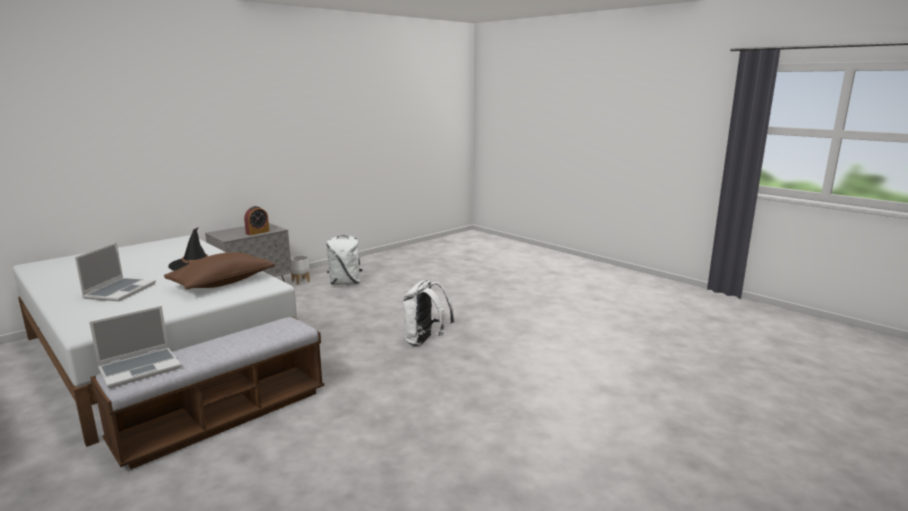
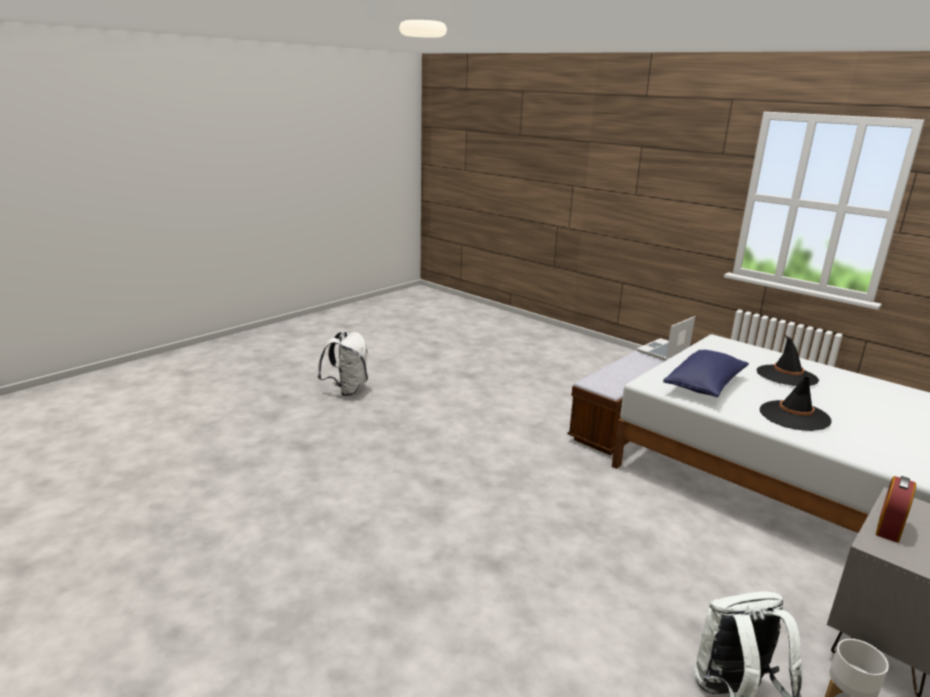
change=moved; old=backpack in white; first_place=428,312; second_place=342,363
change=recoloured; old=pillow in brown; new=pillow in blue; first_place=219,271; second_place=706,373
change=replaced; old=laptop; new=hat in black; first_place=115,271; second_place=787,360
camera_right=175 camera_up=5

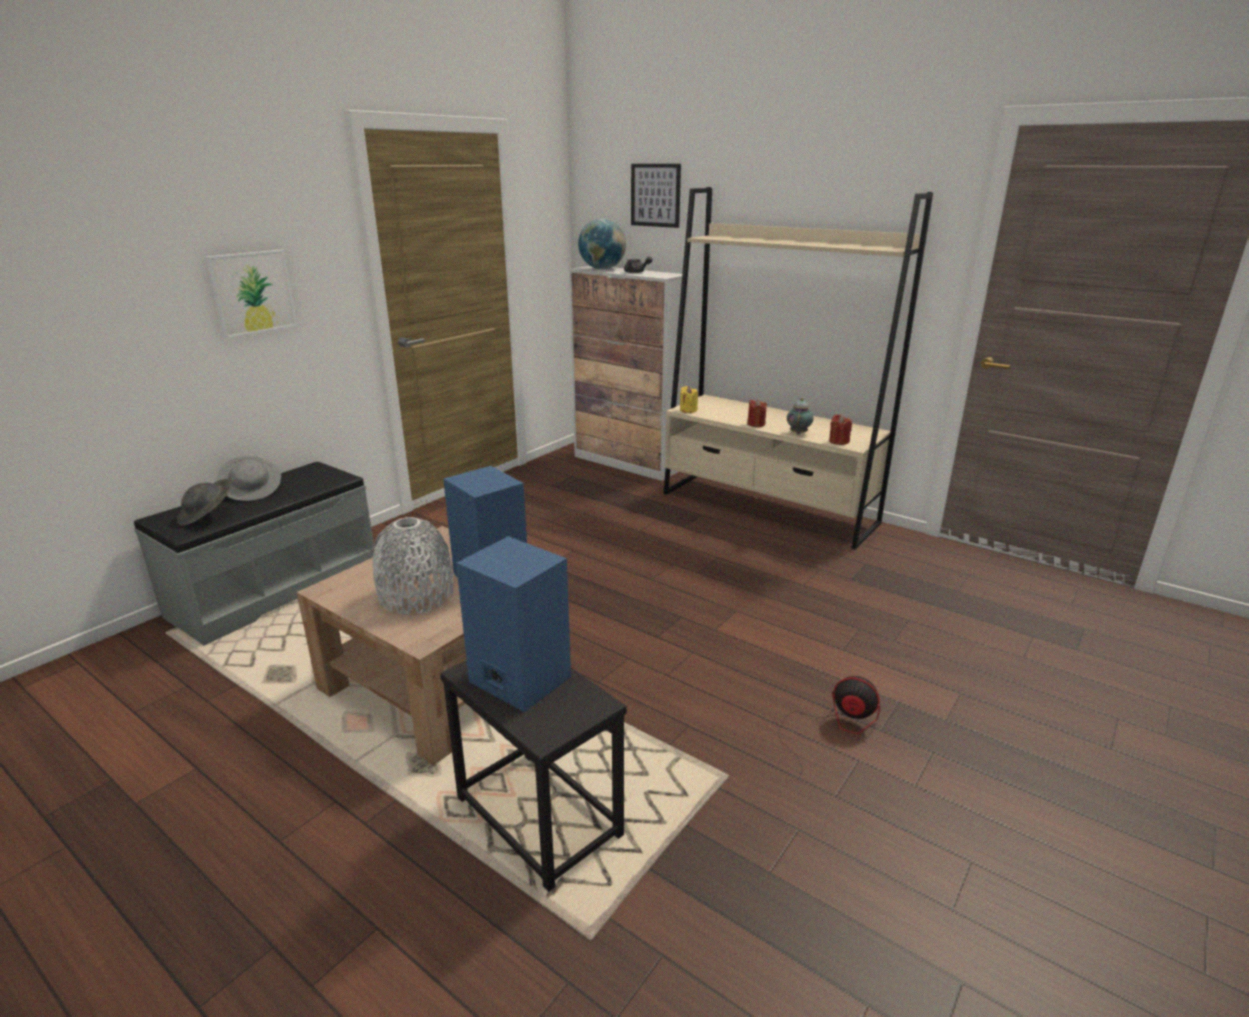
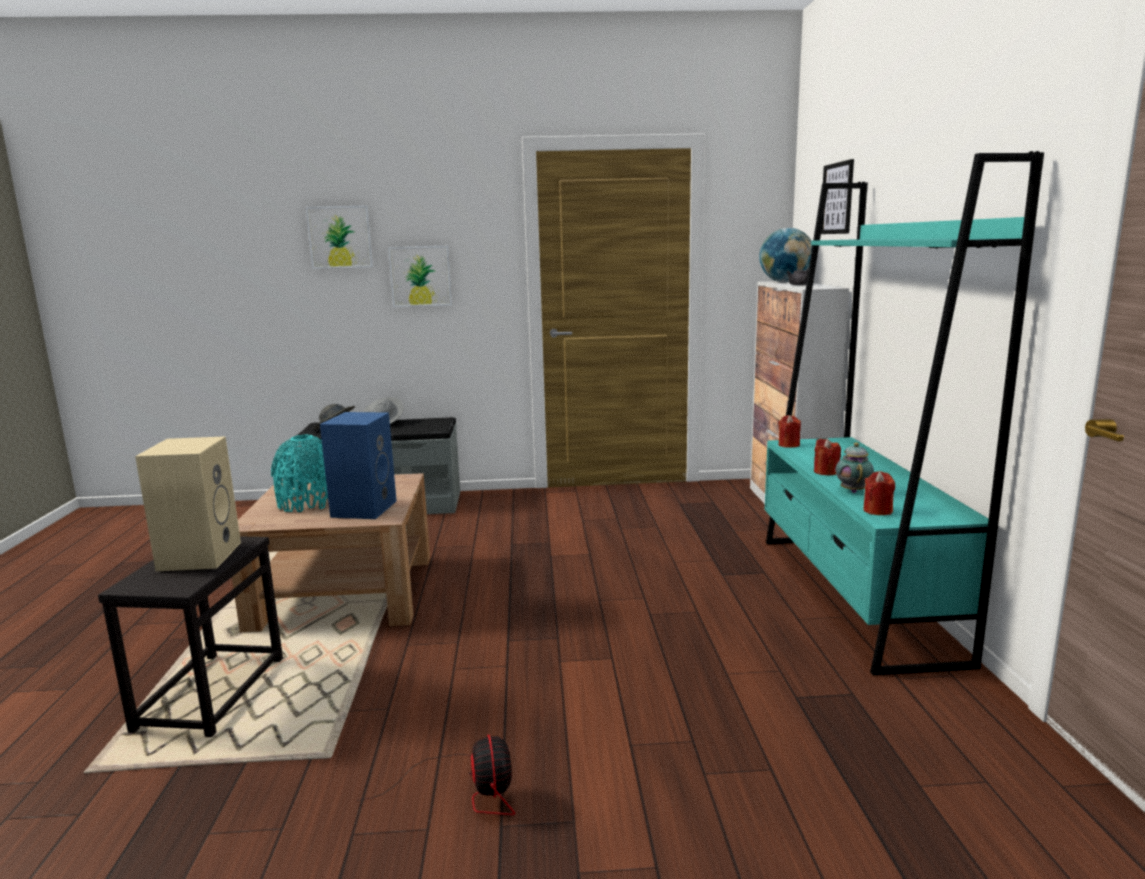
change=recoloured; old=speaker in blue; new=speaker in beige; first_place=513,624; second_place=188,503
change=recoloured; old=vase in grey; new=vase in turquoise; first_place=412,565; second_place=299,473
change=added; new=picture; second_place=339,237
change=recoloured; old=bookcase in beige; new=bookcase in turquoise; first_place=798,368; second_place=904,413
change=recoloured; old=candle in yellow; new=candle in red; first_place=689,399; second_place=789,431
change=turned; old=teapot; first_place=800,416; second_place=854,467; degrees=-60
camera_right=50 camera_up=-10

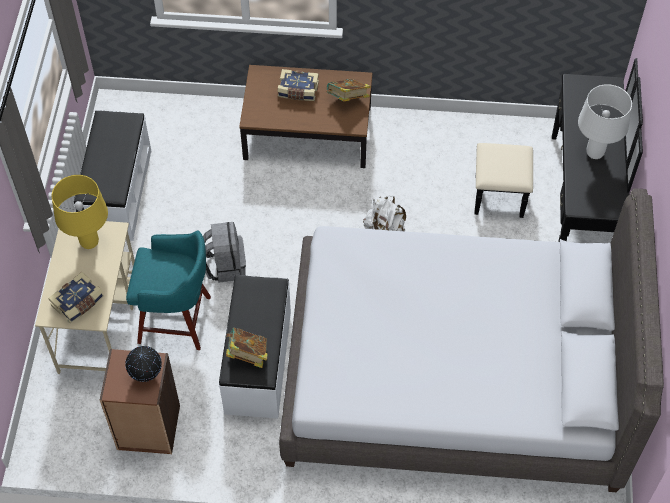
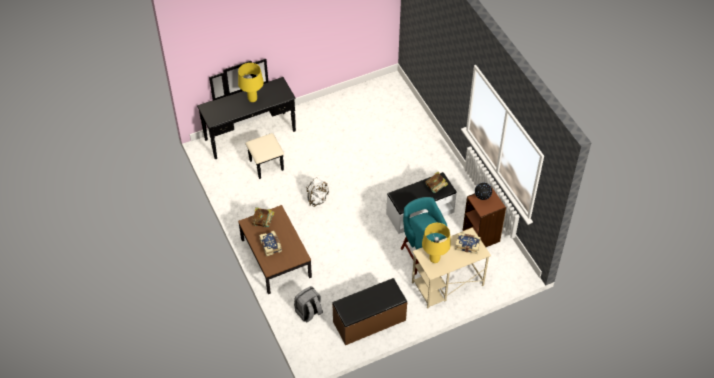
change=recoloured; old=table lamp in white; new=table lamp in yellow; first_place=605,121; second_place=251,82
change=moved; old=backpack in grey; first_place=224,252; second_place=308,304
change=recoloured; old=bench in white; new=bench in brown; first_place=112,175; second_place=370,311
change=removed; old=bed in grey; first_place=471,340
camera_right=-120 camera_up=-5

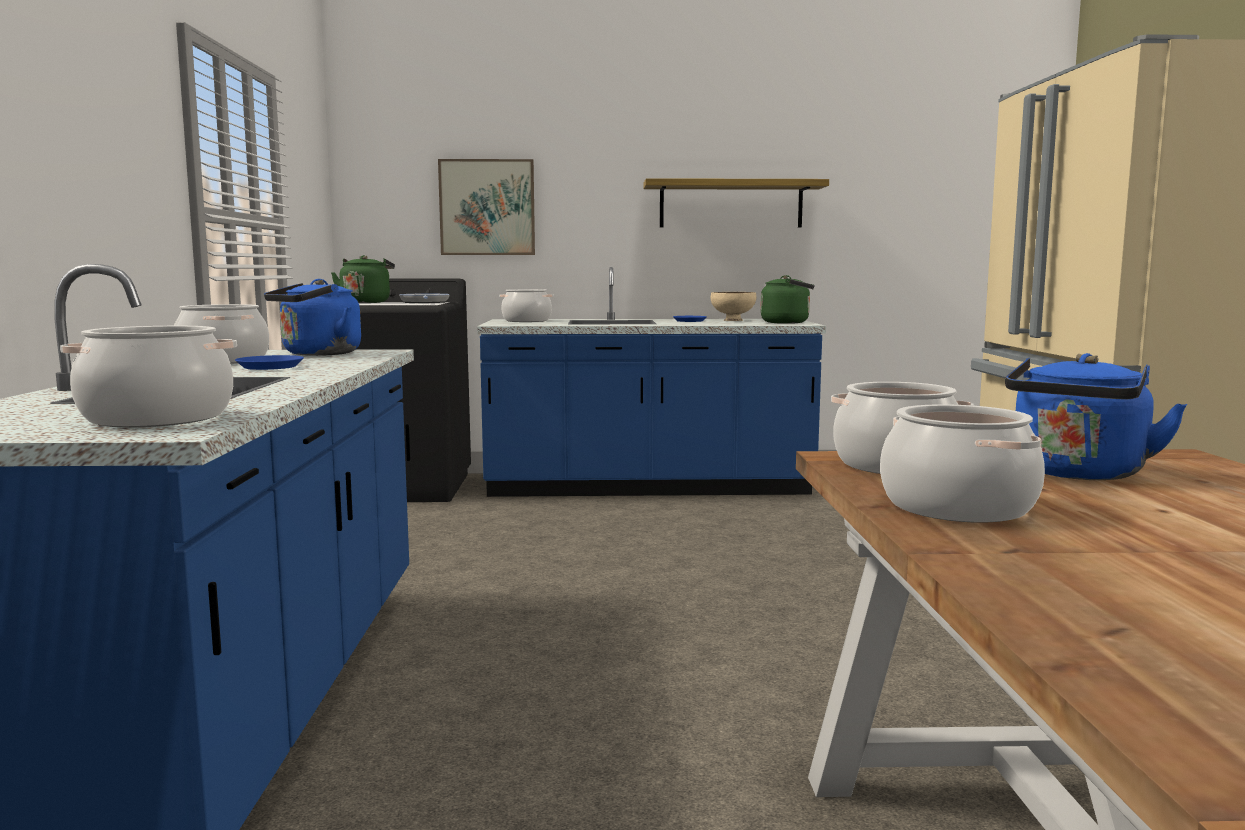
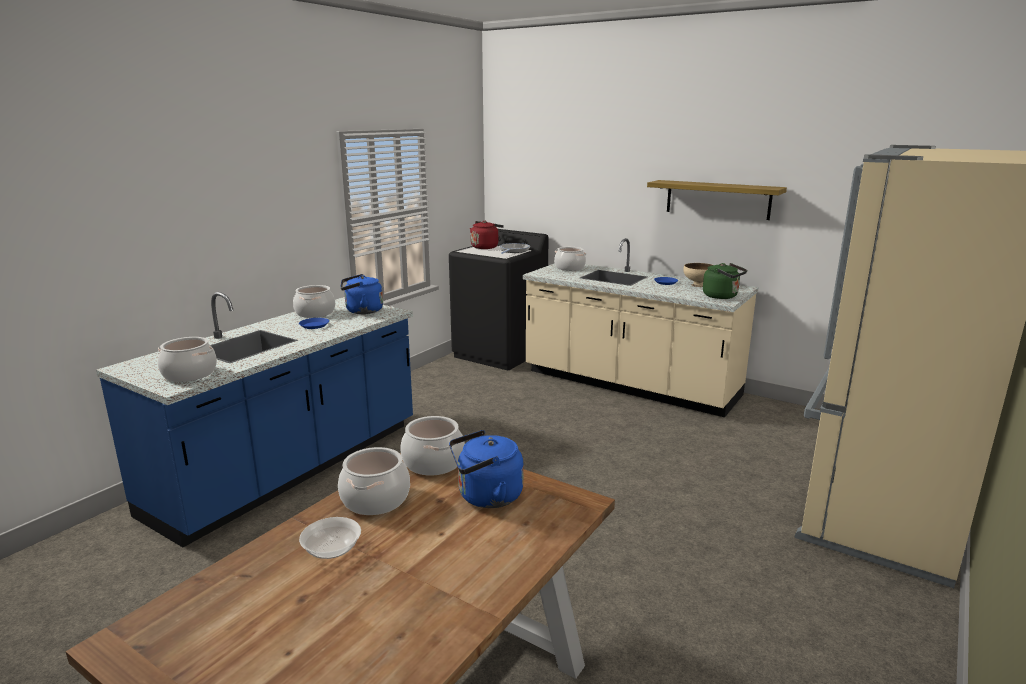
change=added; new=bowl; second_place=330,538
change=recoloured; old=kettle in green; new=kettle in red; first_place=363,279; second_place=487,235
change=recoloured; old=counter in blue; new=counter in beige; first_place=651,382; second_place=641,327
change=removed; old=picture; first_place=486,207
camera_right=35 camera_up=10

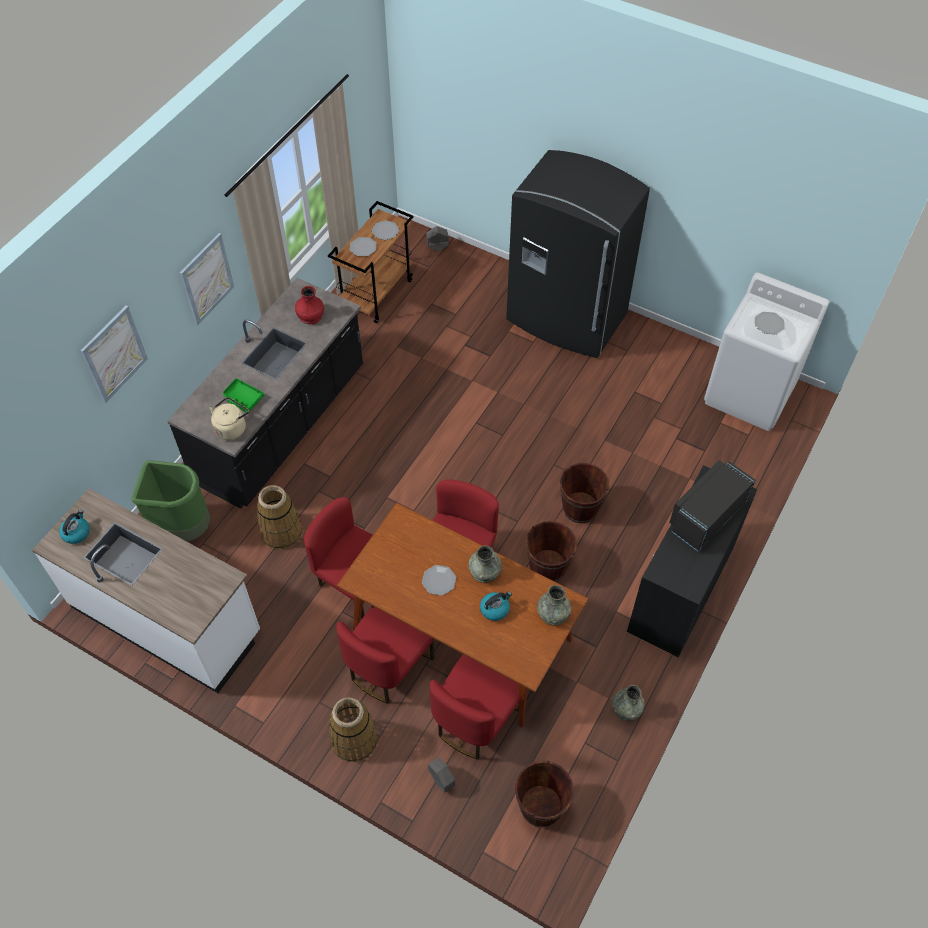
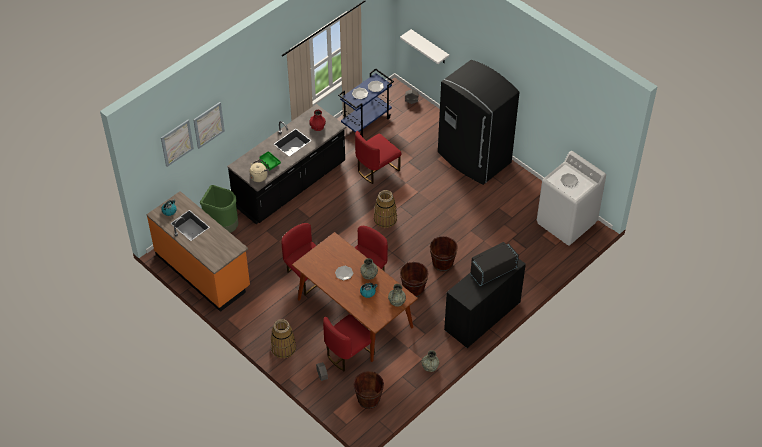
change=recoloured; old=counter in white; new=counter in orange; first_place=146,590; second_place=198,251
change=moved; old=picture; first_place=207,279; second_place=177,143
change=recoloured; old=cart in brown; new=cart in blue; first_place=370,262; second_place=366,103
change=moved; old=chair in red; first_place=385,655; second_place=378,157
change=moved; old=basket; first_place=279,517; second_place=385,209
change=added; new=shelf in white; second_place=424,46
camera_right=15 camera_up=-5

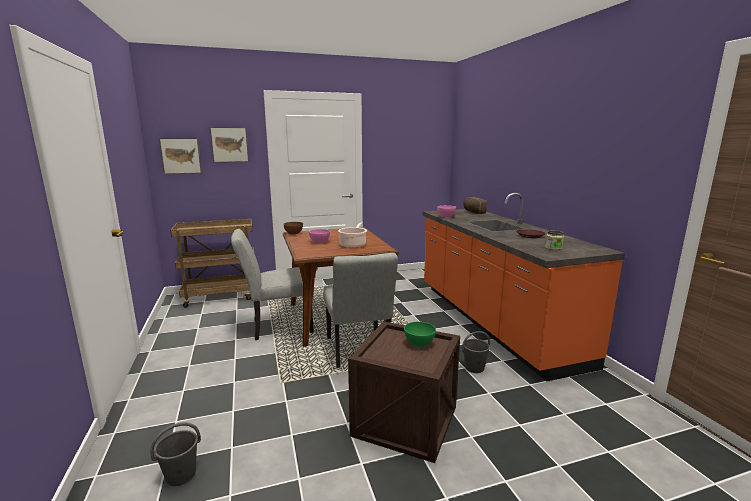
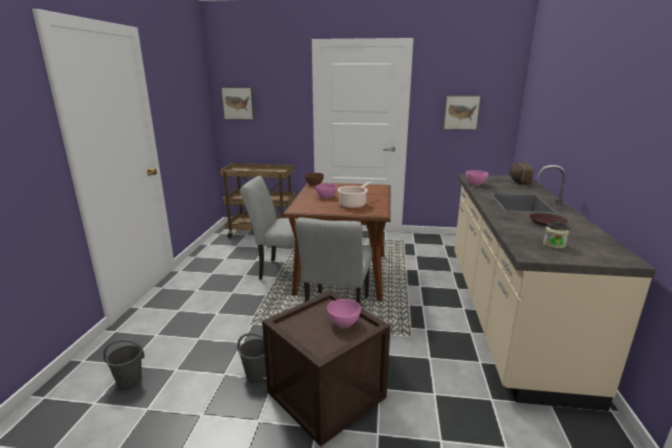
change=moved; old=bucket in grey; first_place=476,352; second_place=251,356
change=recoloured; old=bowl in green; new=bowl in pink; first_place=420,334; second_place=344,313
change=moved; old=picture; first_place=229,144; second_place=462,112
change=recoloured; old=counter in orange; new=counter in beige; first_place=524,287; second_place=555,288
camera_right=25 camera_up=5

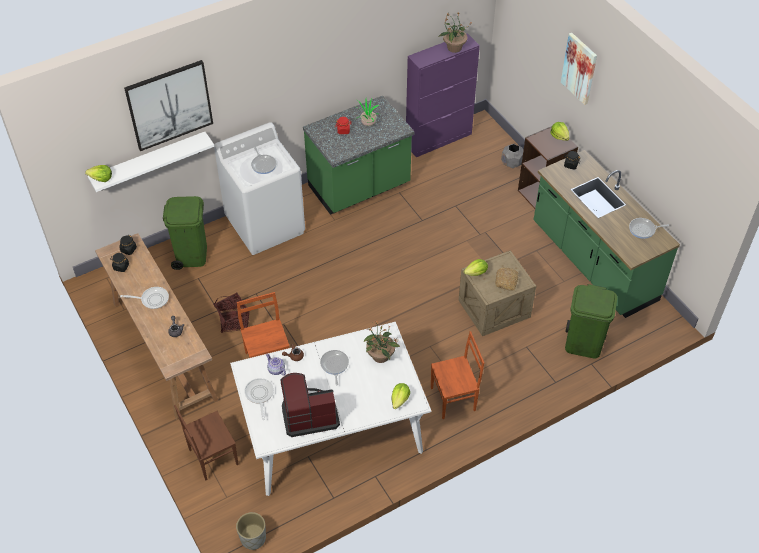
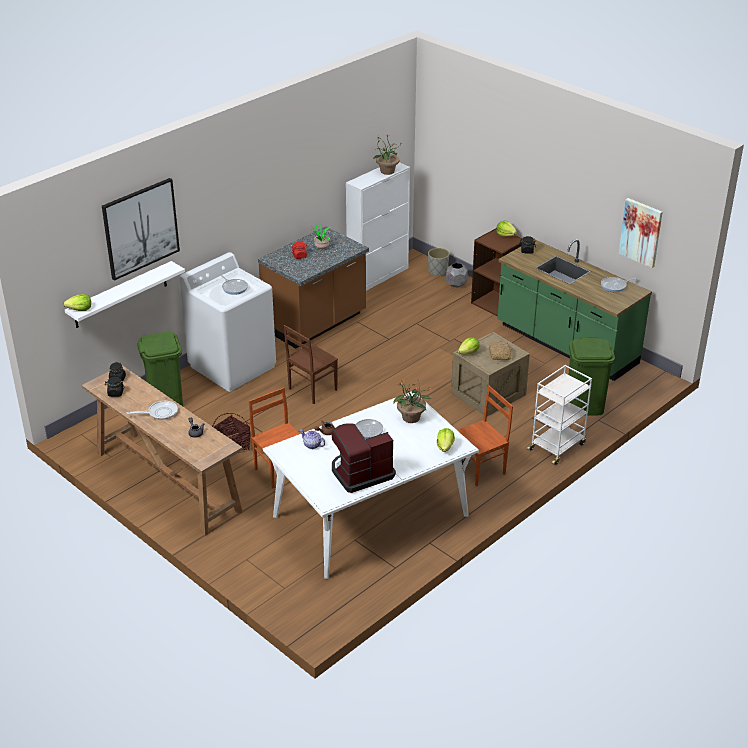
change=recoloured; old=counter in green; new=counter in brown; first_place=358,155; second_place=313,287
change=moved; old=chair in brown; first_place=206,442; second_place=311,364
change=recoloured; old=cabinet in purple; new=cabinet in white; first_place=443,95; second_place=378,226
change=moved; old=planter in grey; first_place=251,531; second_place=438,262
change=added; new=cart in white; second_place=559,415
change=moved; old=picture; first_place=579,69; second_place=641,233
change=removed; old=frying pan; first_place=259,399
camera_right=-15 camera_up=-15

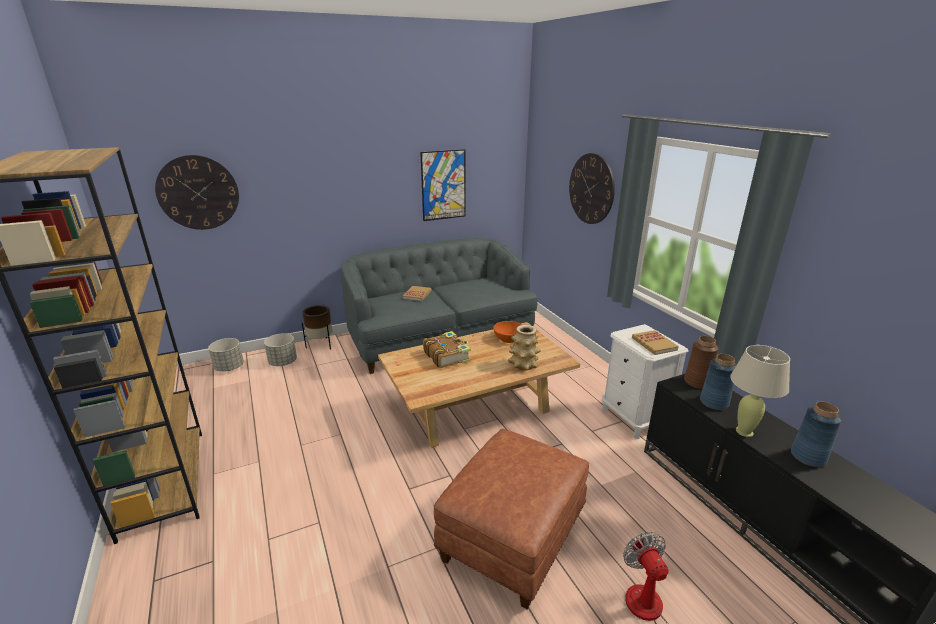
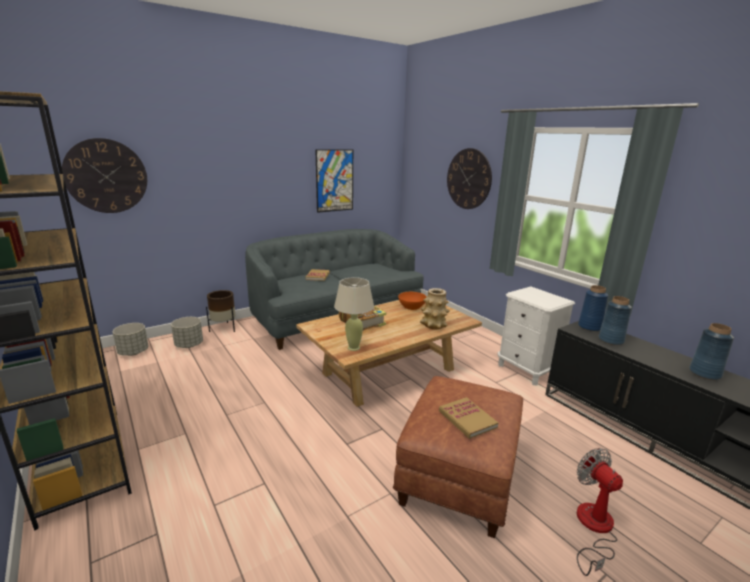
change=moved; old=table lamp in beige; first_place=760,391; second_place=354,314
change=moved; old=book; first_place=655,342; second_place=468,418
change=recoloured; old=vase in brown; new=vase in blue; first_place=701,362; second_place=593,308
camera_right=-10 camera_up=-5

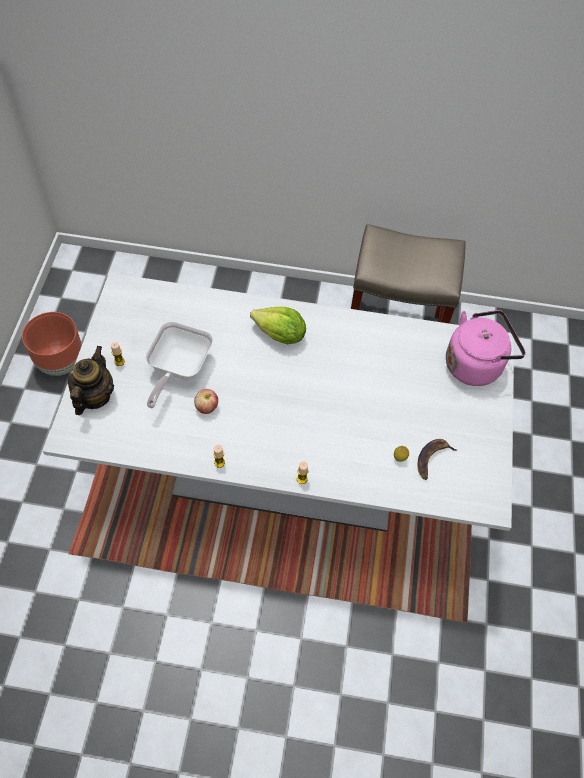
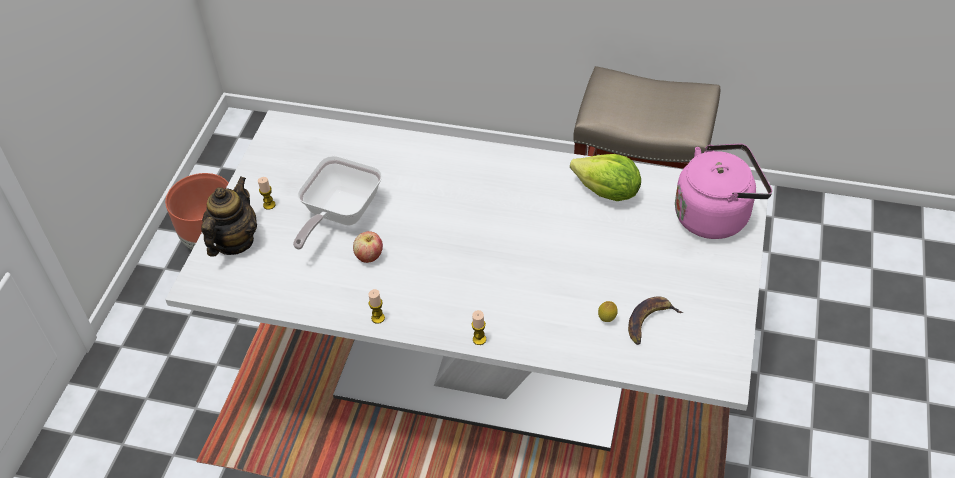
change=moved; old=lettuce; first_place=278,325; second_place=605,177
camera_right=10 camera_up=-10

